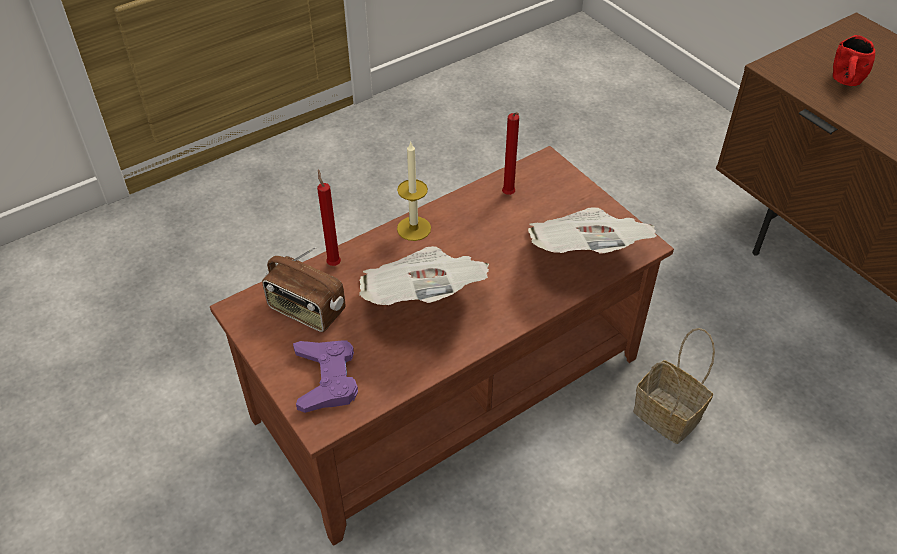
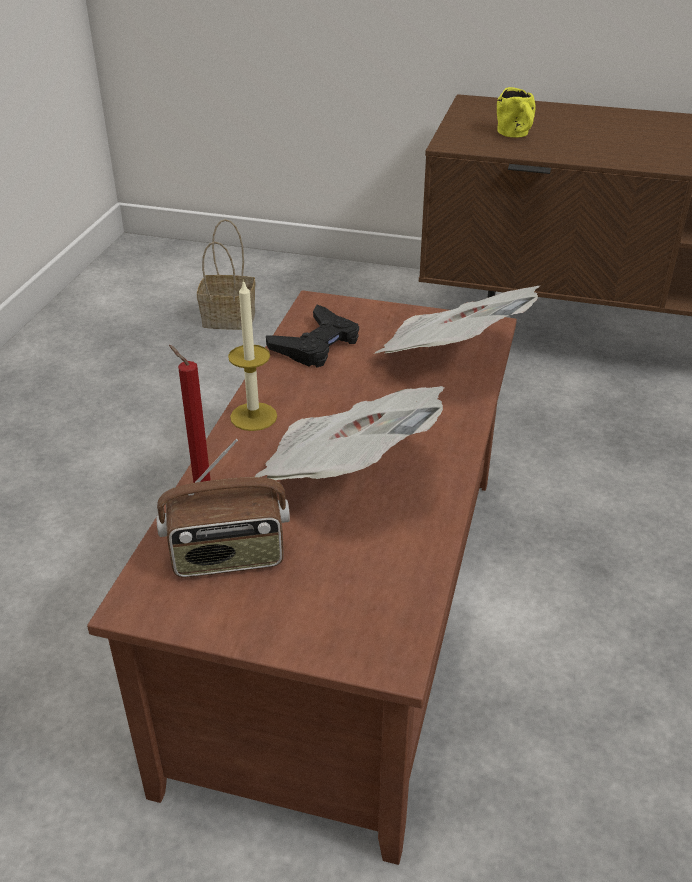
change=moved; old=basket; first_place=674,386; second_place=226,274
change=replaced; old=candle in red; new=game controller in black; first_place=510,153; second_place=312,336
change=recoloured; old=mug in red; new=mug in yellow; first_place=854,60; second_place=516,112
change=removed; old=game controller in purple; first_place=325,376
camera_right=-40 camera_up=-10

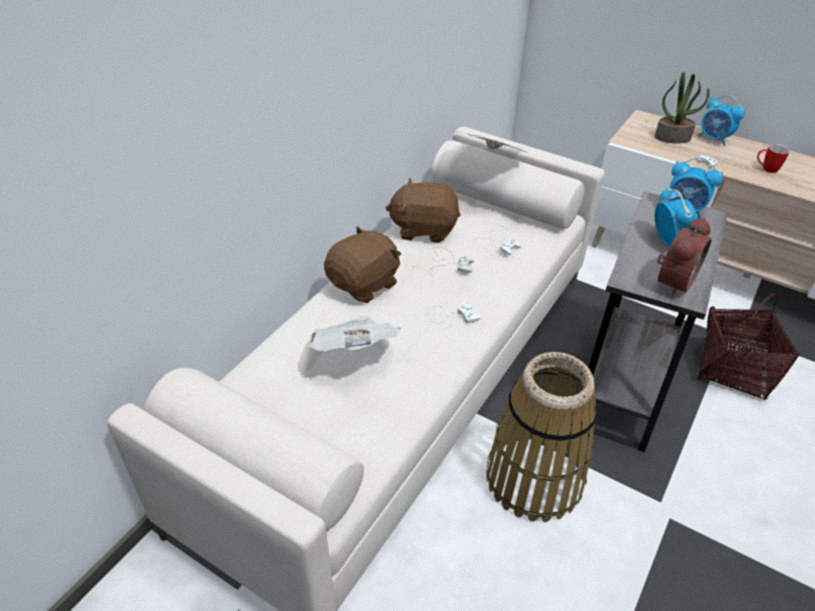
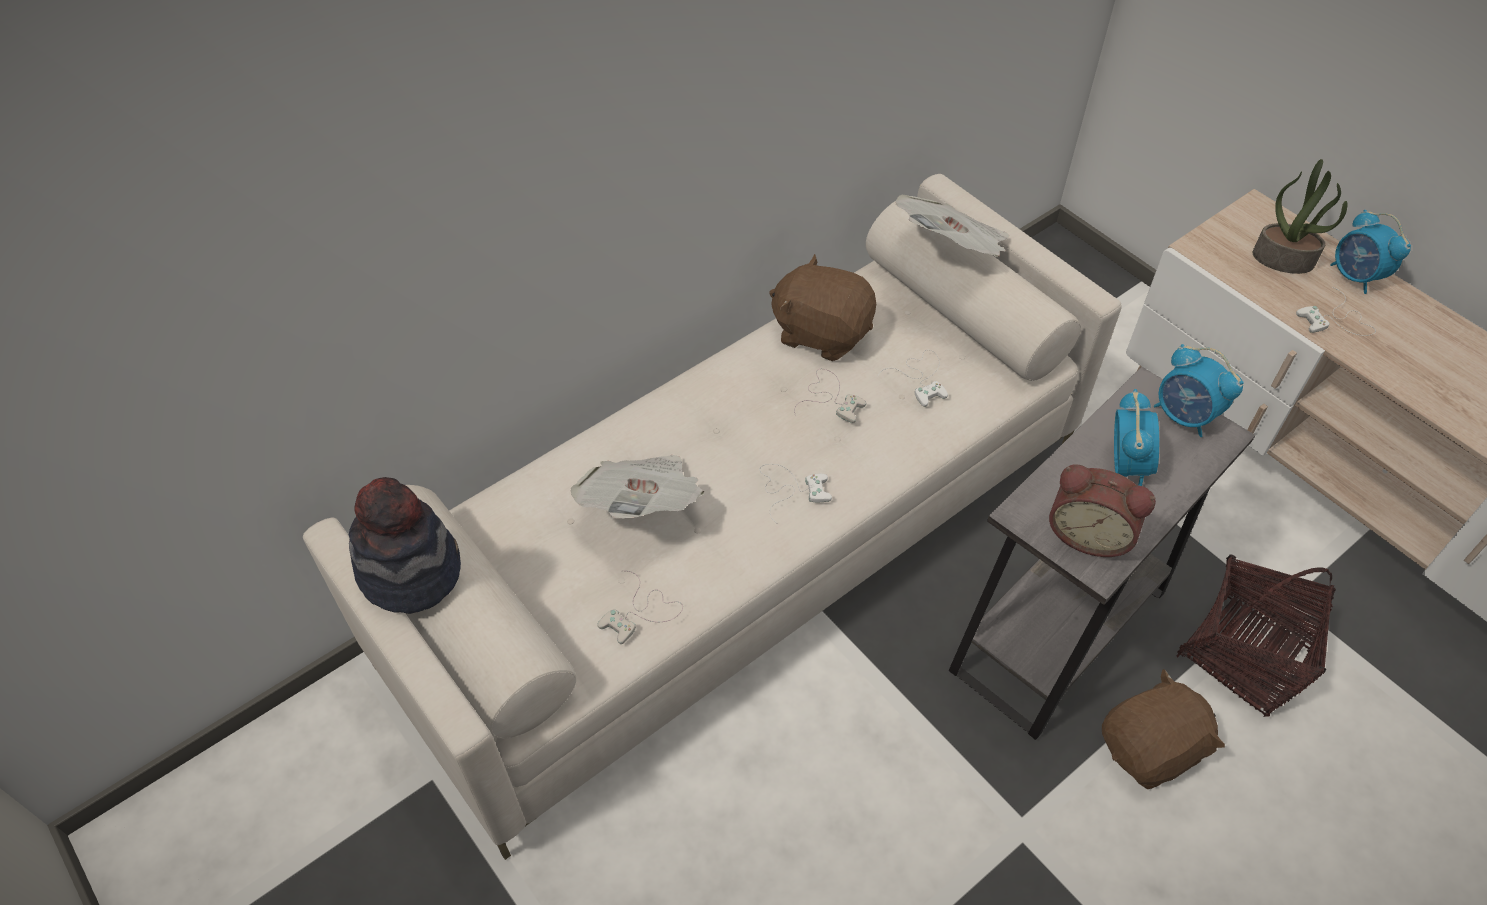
change=added; new=hat; second_place=405,545
change=added; new=game controller in white; second_place=640,607
change=turned; old=alarm clock; first_place=684,256; second_place=1102,511; degrees=60
change=moved; old=plush toy in brown; first_place=362,264; second_place=1163,729
change=removed; old=basket; first_place=541,437
change=removed; old=mug; first_place=773,158
camera_right=20 camera_up=10

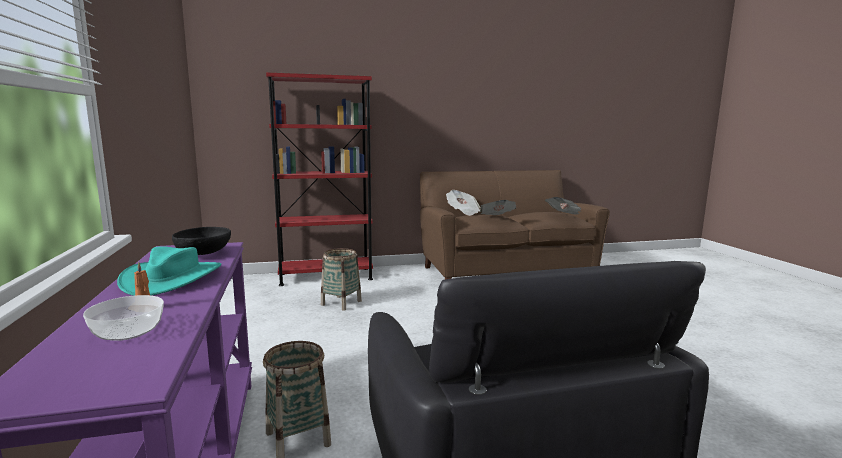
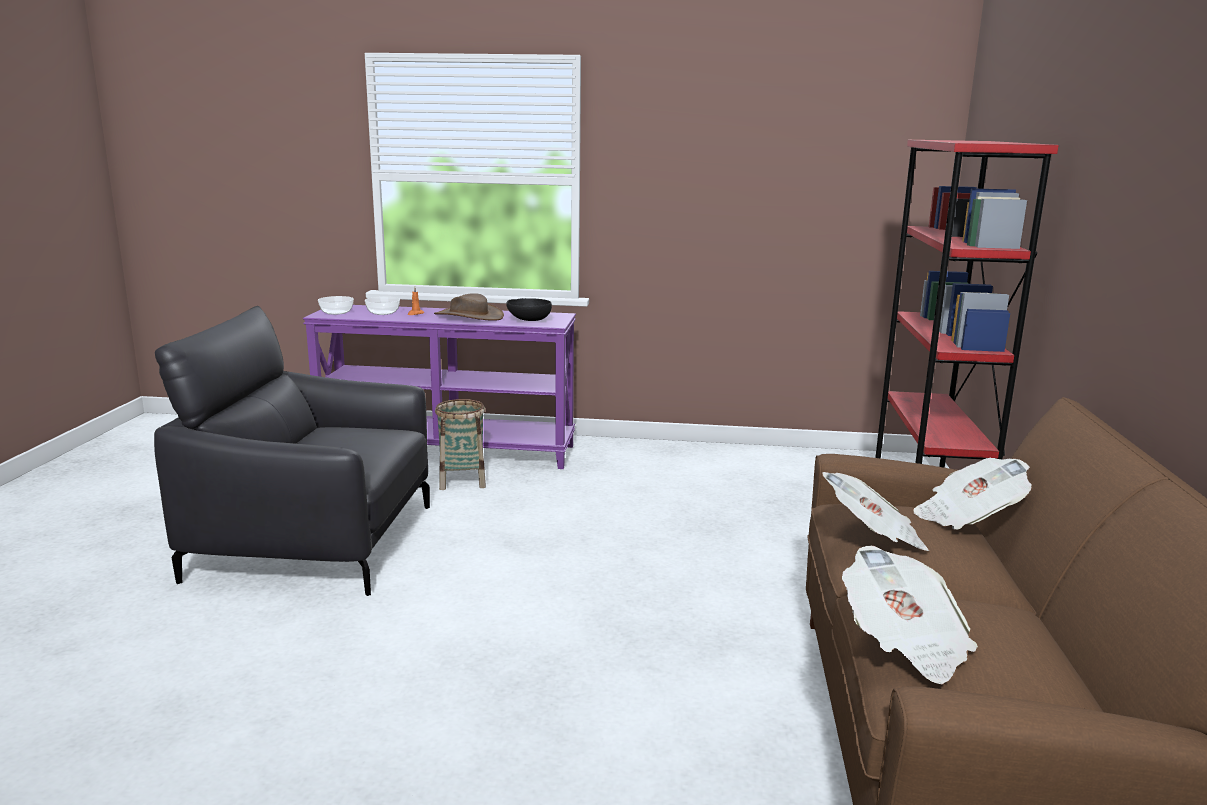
change=added; new=bowl; second_place=336,305
change=recoloured; old=hat in turquoise; new=hat in brown; first_place=169,271; second_place=469,307
change=removed; old=basket; first_place=341,279
camera_right=110 camera_up=5

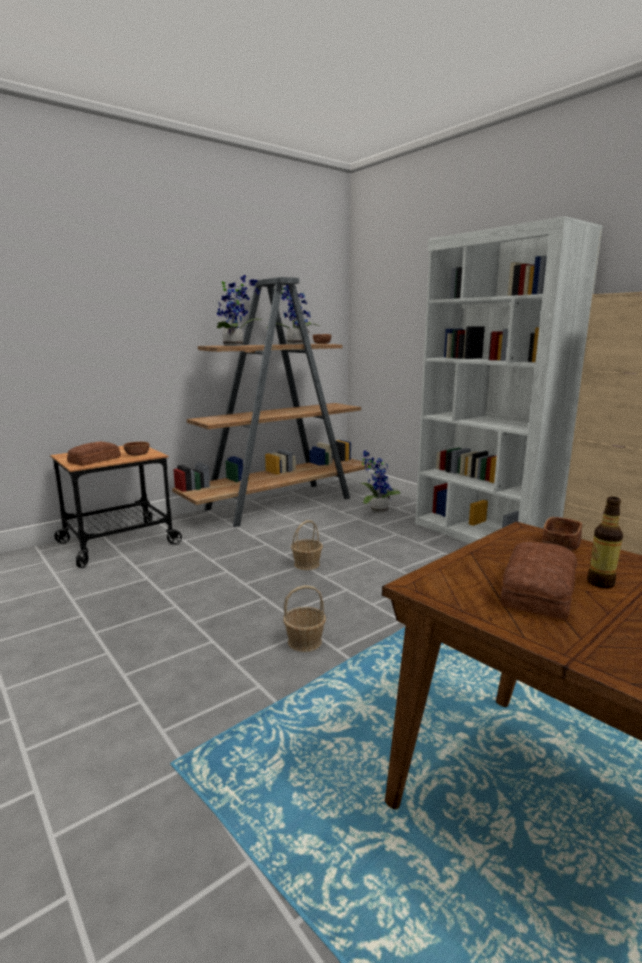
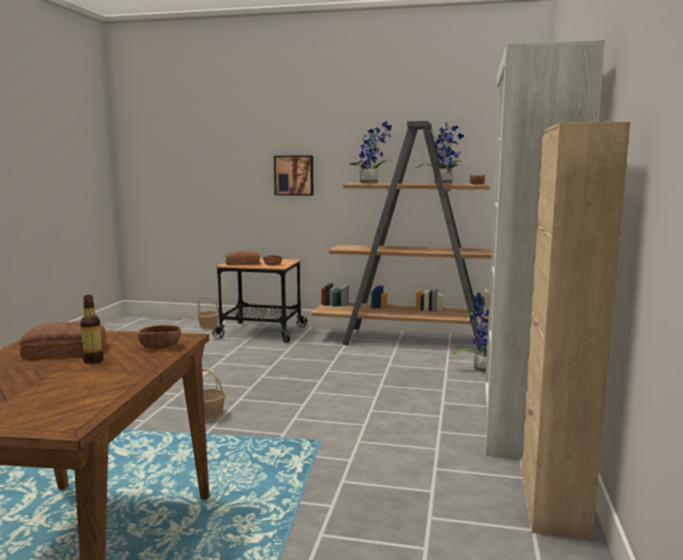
change=moved; old=basket; first_place=307,545; second_place=208,313
change=added; new=picture; second_place=293,176
camera_right=50 camera_up=-5

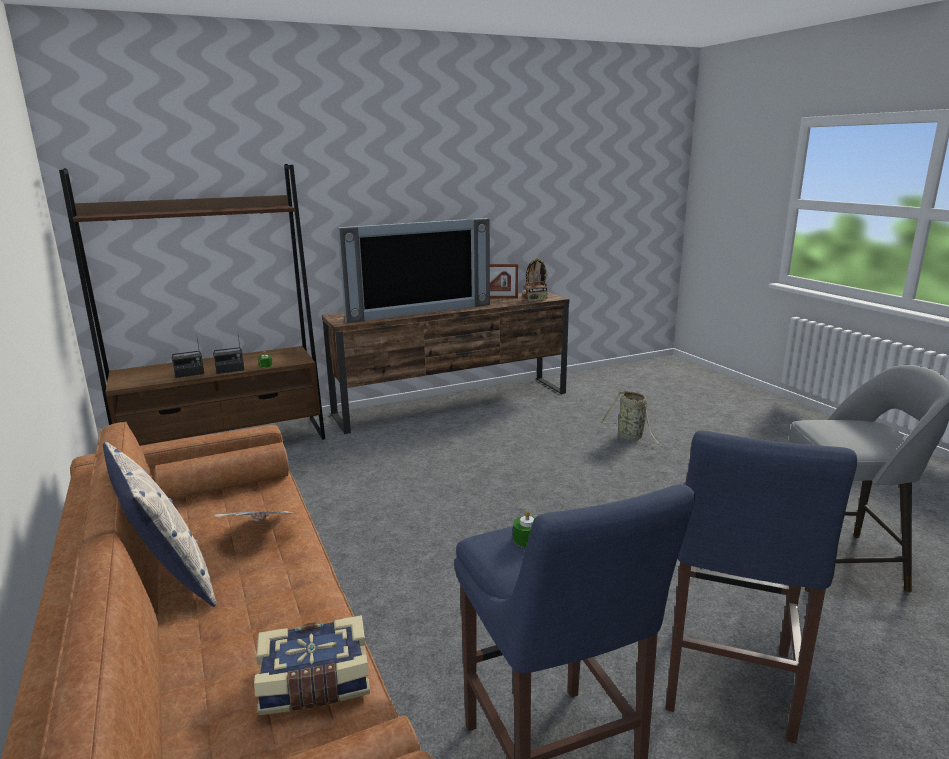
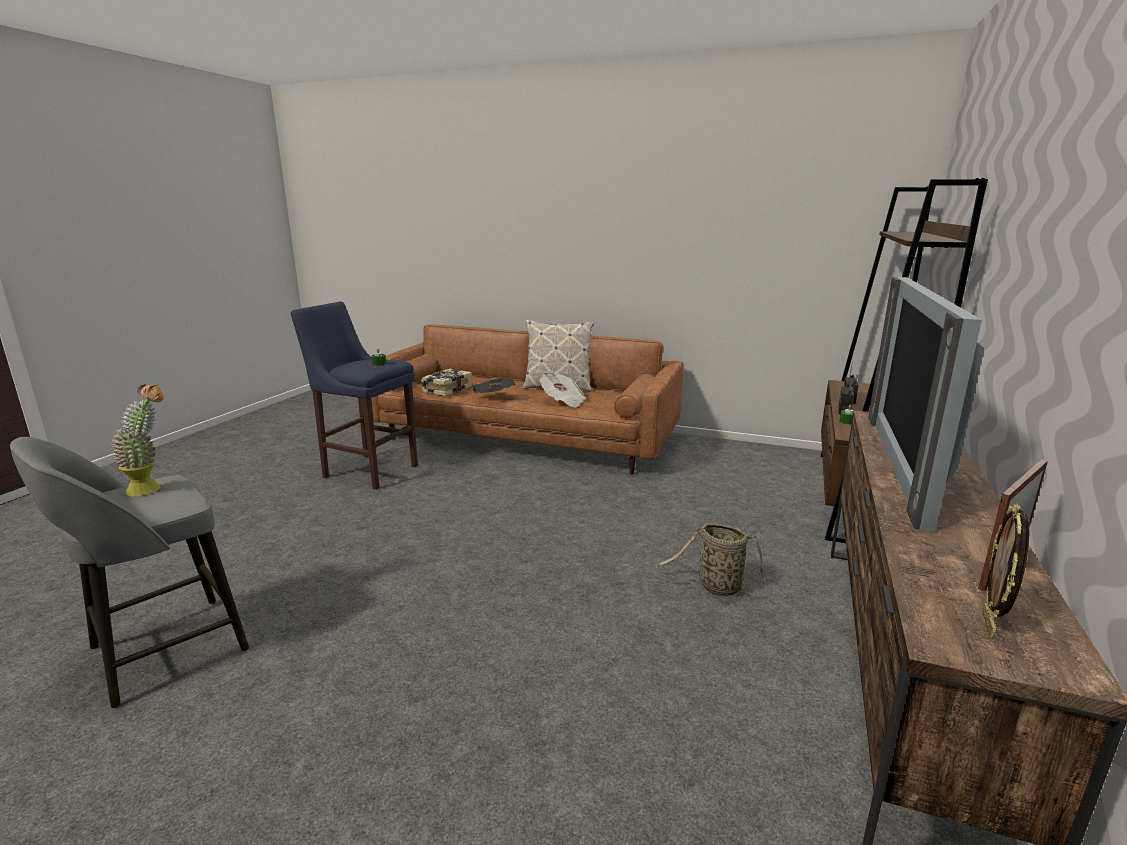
change=added; new=potted plant; second_place=137,440
change=added; new=newspaper; second_place=494,385
change=moved; old=basket; first_place=632,418; second_place=711,559
change=removed; old=radio; first_place=535,288
change=removed; old=stool in blue; first_place=761,587
camera_right=135 camera_up=0

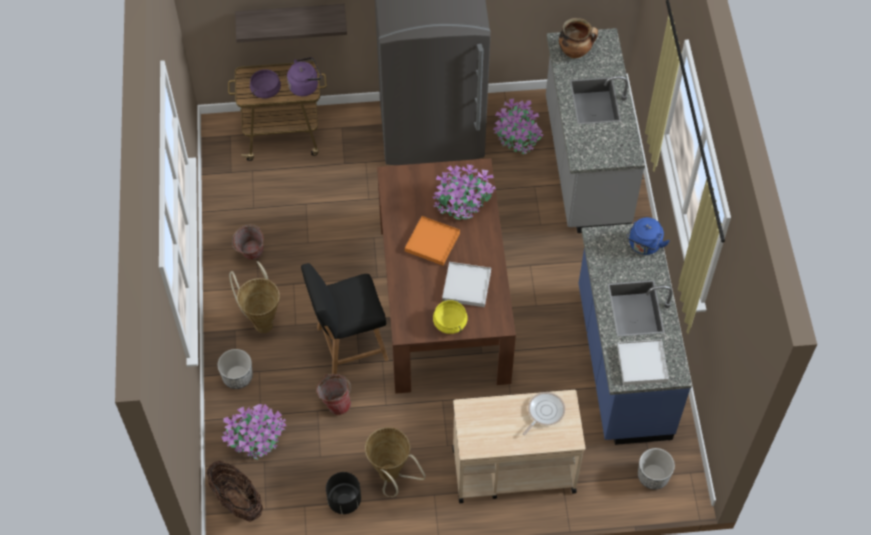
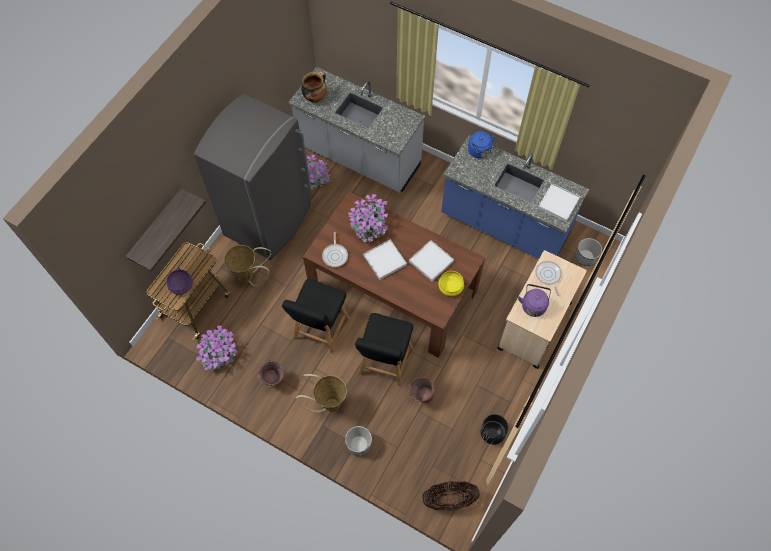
change=moved; old=potted plant; first_place=254,432; second_place=216,348
change=moved; old=basket; first_place=395,462; second_place=248,265
change=added; new=chair in black; second_place=316,316
change=added; new=frying pan; second_place=335,249
change=recoloured; old=tray in orange; new=tray in white; first_place=432,240; second_place=385,259
change=moved; old=kettle in purple; first_place=304,76; second_place=534,300
camera_right=-55 camera_up=5

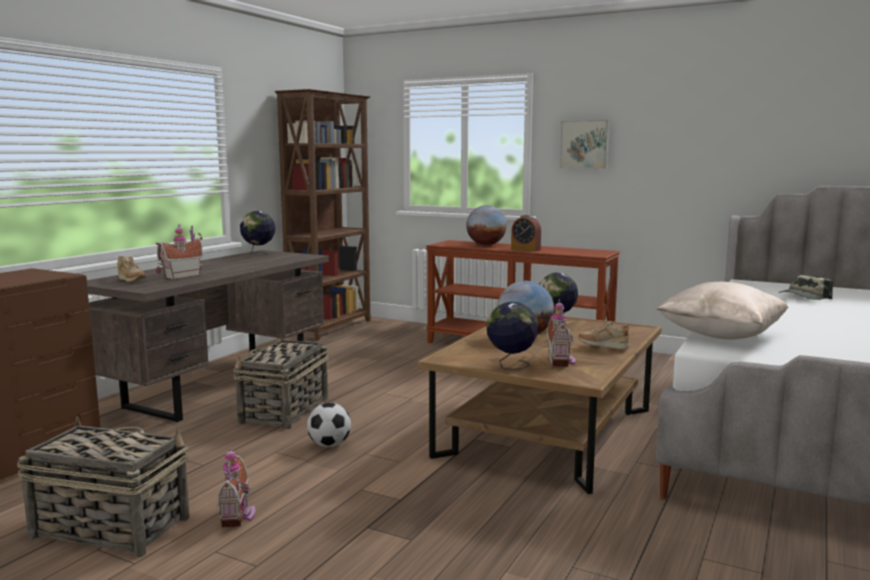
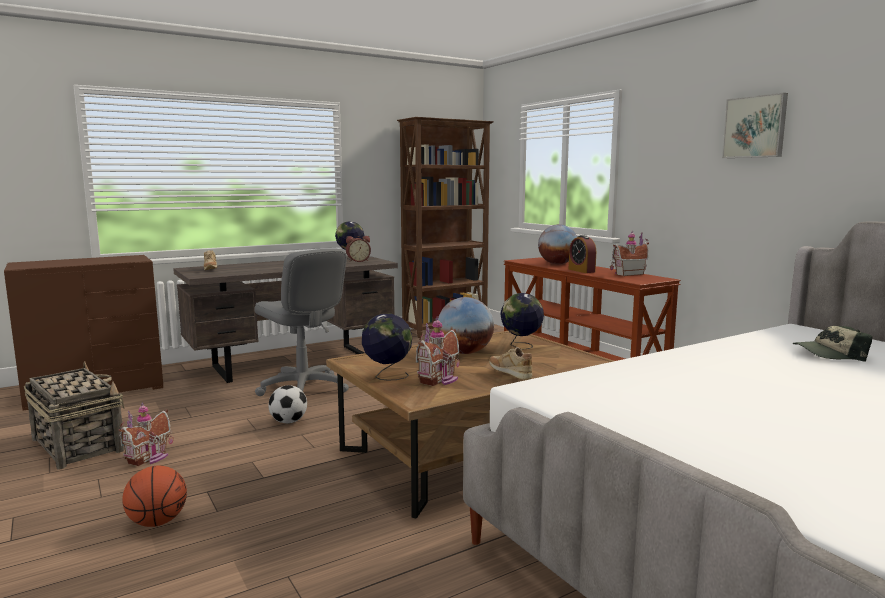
change=added; new=basketball; second_place=154,496
change=replaced; old=basket; new=office chair in grey; first_place=281,382; second_place=301,322
change=added; new=alarm clock; second_place=358,249
change=moved; old=toy house; first_place=179,252; second_place=629,253
change=moved; old=picture; first_place=585,144; second_place=755,125
change=removed; old=pillow in beige; first_place=722,311
camera_right=30 camera_up=0

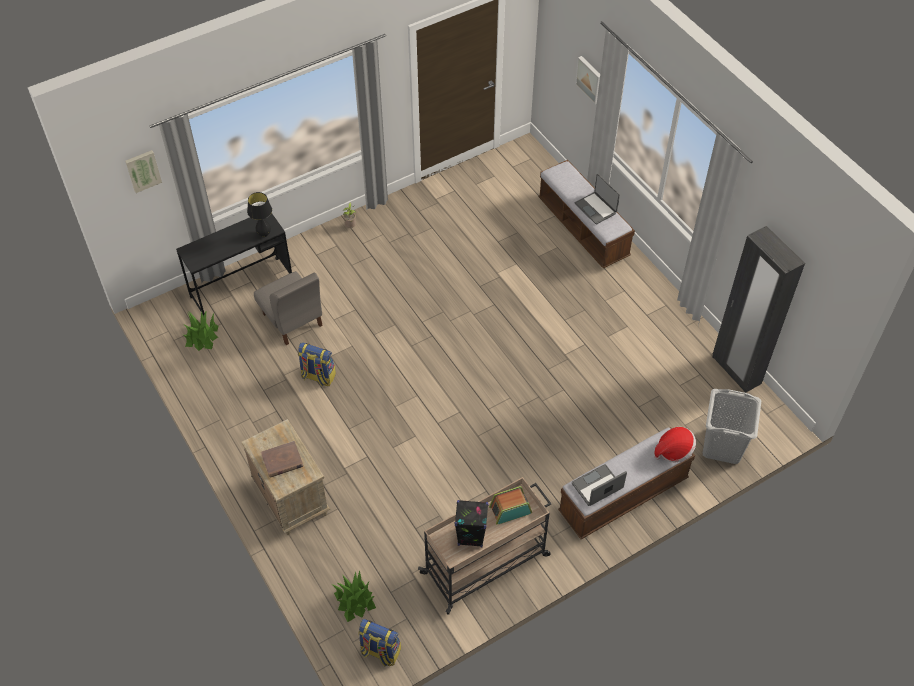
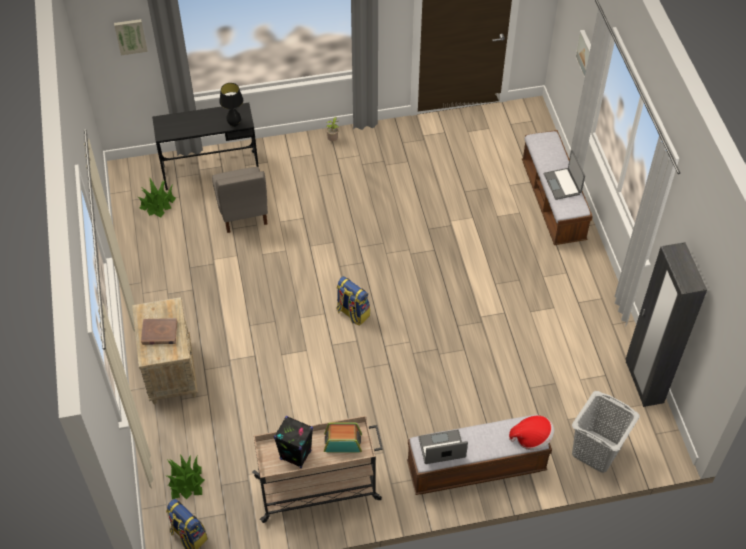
change=moved; old=backpack; first_place=317,364; second_place=353,300
camera_right=20 camera_up=0

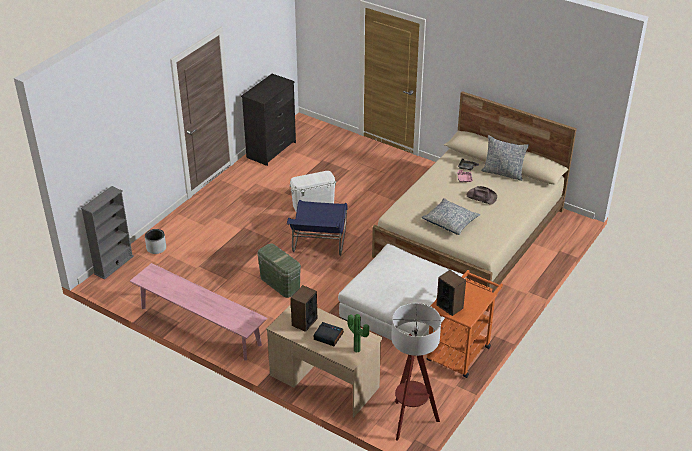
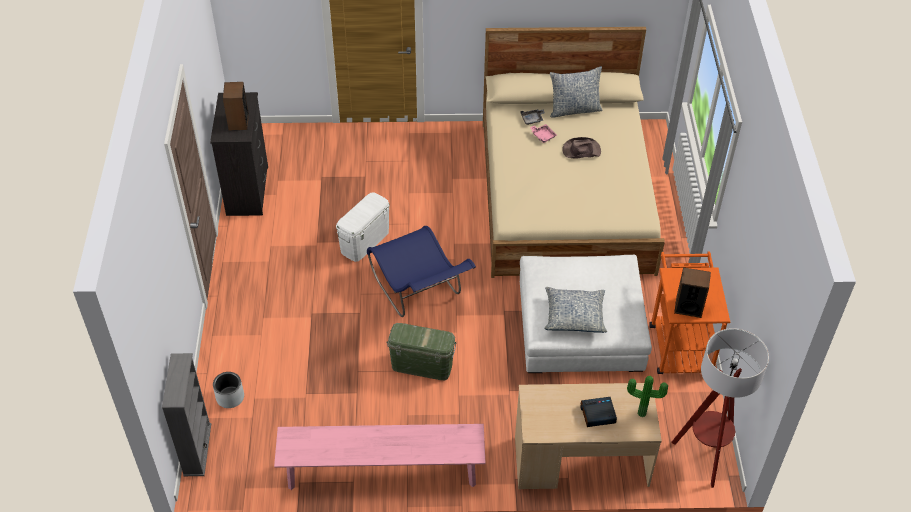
change=moved; old=speaker; first_place=304,308; second_place=236,106
change=moved; old=pillow; first_place=451,216; second_place=575,310
camera_right=-35 camera_up=10

